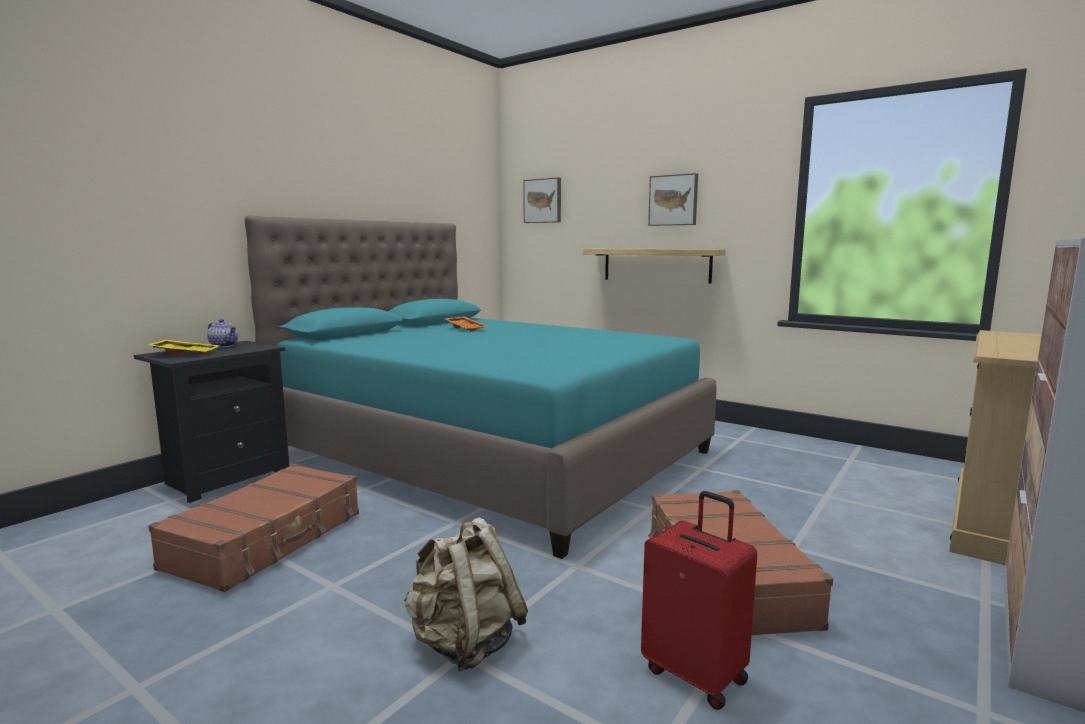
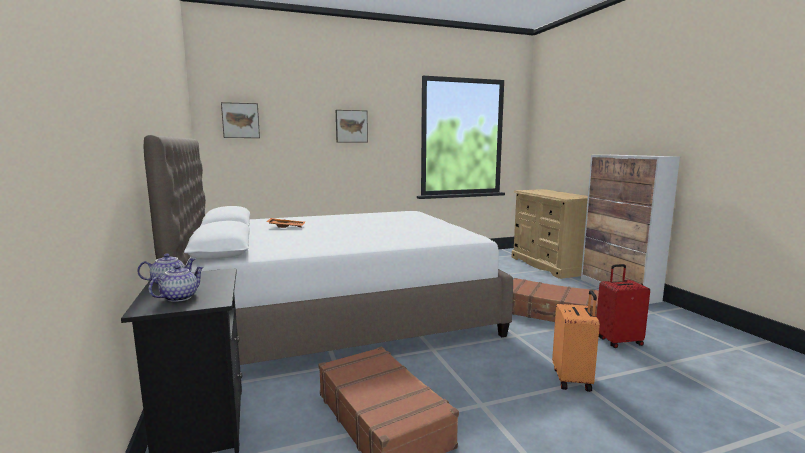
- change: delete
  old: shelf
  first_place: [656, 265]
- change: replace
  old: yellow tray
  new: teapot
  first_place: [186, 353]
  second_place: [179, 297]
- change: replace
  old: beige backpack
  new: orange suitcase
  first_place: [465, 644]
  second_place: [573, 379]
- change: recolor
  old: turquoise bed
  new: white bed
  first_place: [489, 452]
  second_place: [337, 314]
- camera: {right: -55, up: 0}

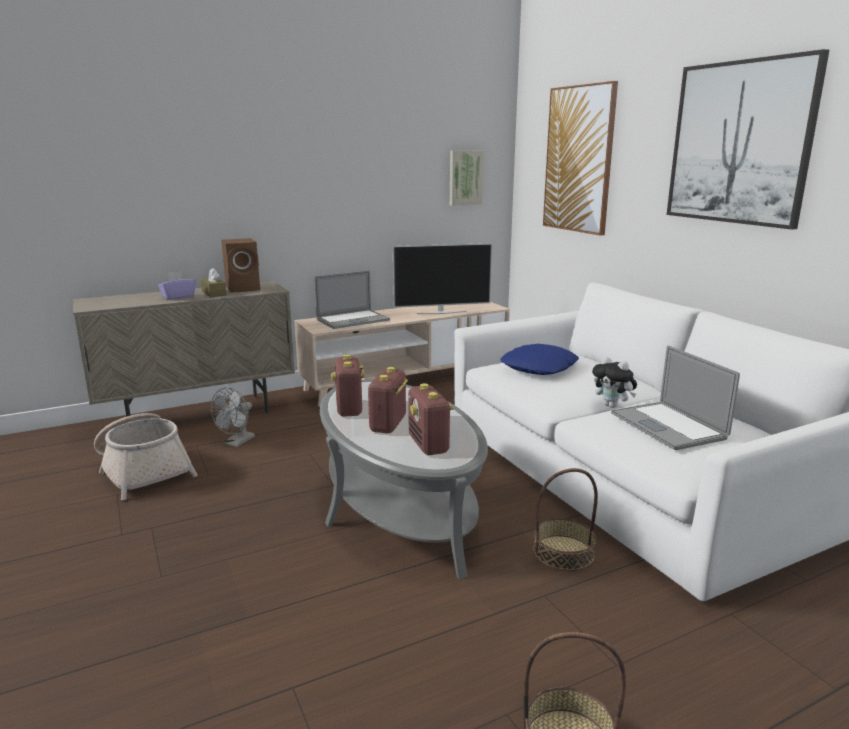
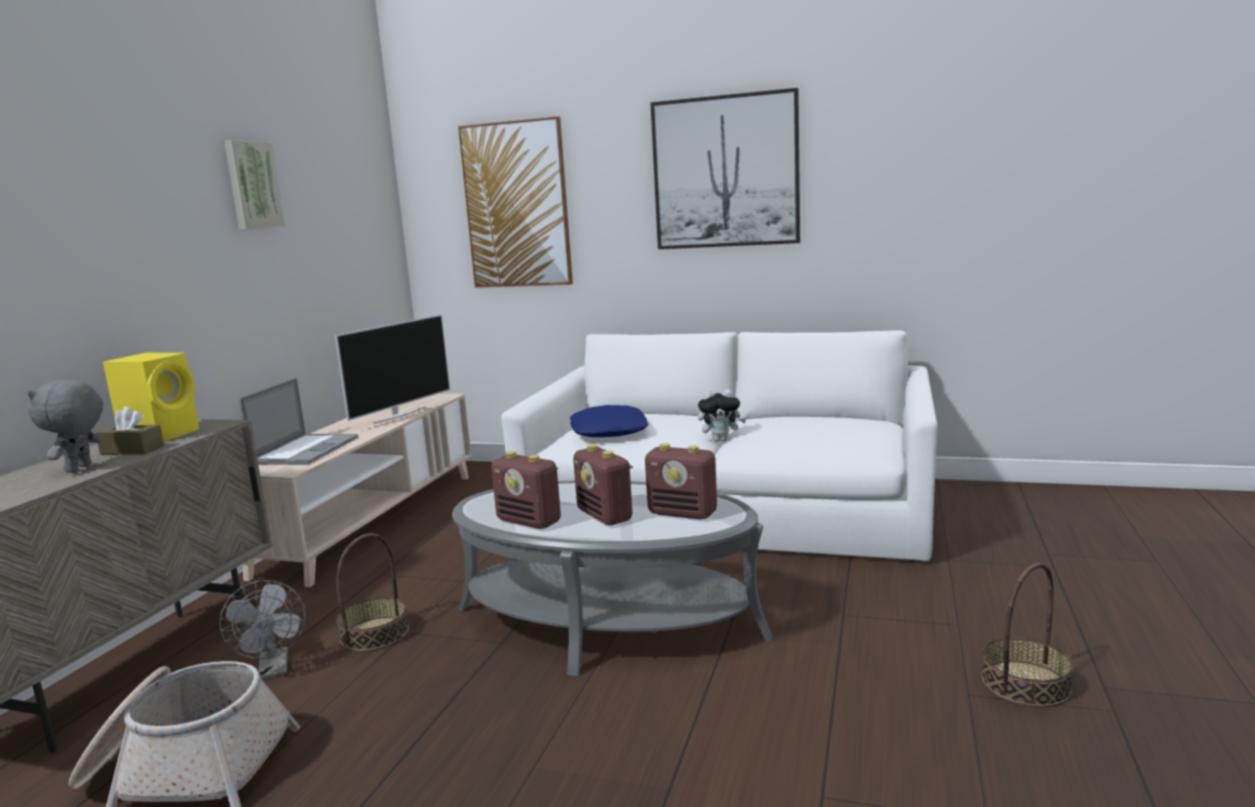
- change: delete
  old: laptop
  first_place: [667, 426]
- change: move
  old: picture
  first_place: [465, 177]
  second_place: [252, 185]
- change: move
  old: basket
  first_place: [563, 552]
  second_place: [375, 634]
- change: replace
  old: purple tissue box
  new: grey plush toy
  first_place: [178, 297]
  second_place: [80, 469]
- change: recolor
  old: brown speaker
  new: yellow speaker
  first_place: [244, 288]
  second_place: [163, 434]
- camera: {right: -45, up: -5}

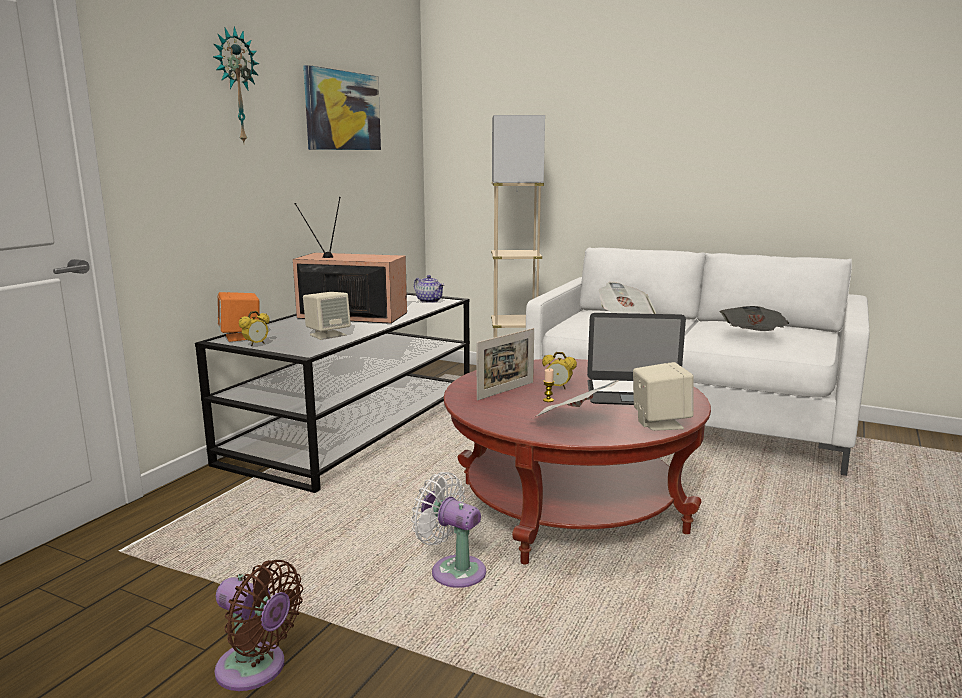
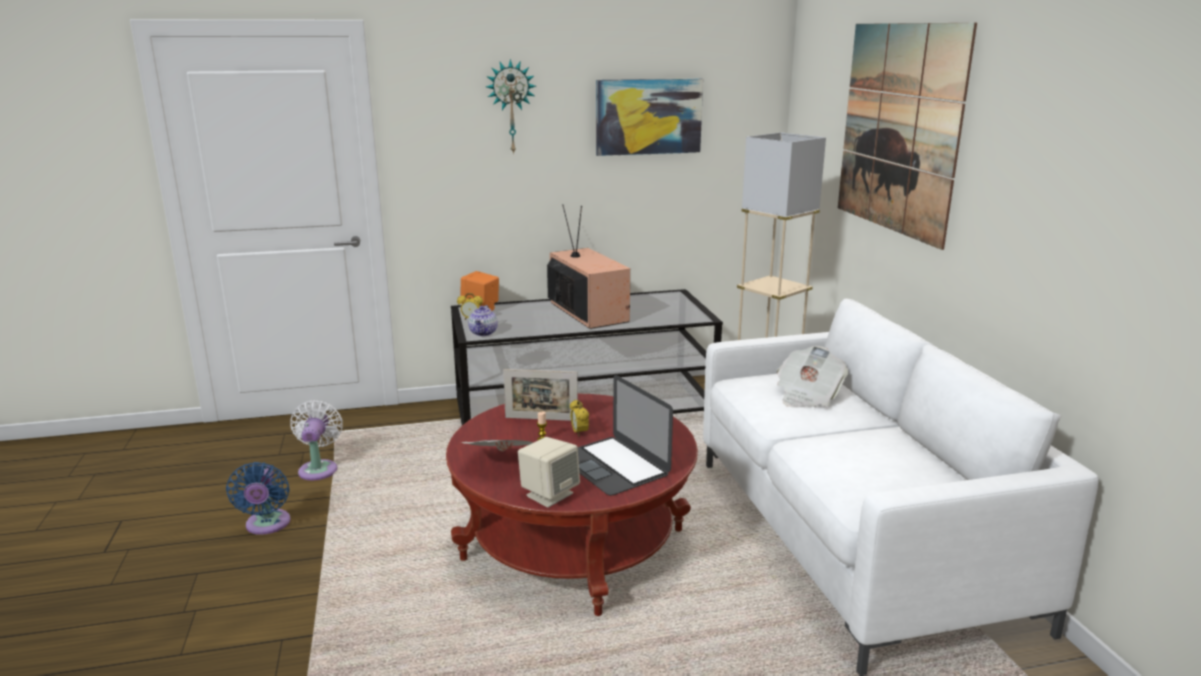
- change: delete
  old: beige speaker
  first_place: [328, 335]
- change: delete
  old: newspaper
  first_place: [752, 337]
- change: insert
  new: picture
  second_place: [899, 129]
- change: move
  old: white fan
  first_place: [453, 570]
  second_place: [319, 468]
- change: move
  old: teapot
  first_place: [429, 301]
  second_place: [483, 333]
- change: recolor
  old: brown fan
  new: blue fan
  first_place: [256, 670]
  second_place: [267, 525]
- camera: {right: 50, up: 5}

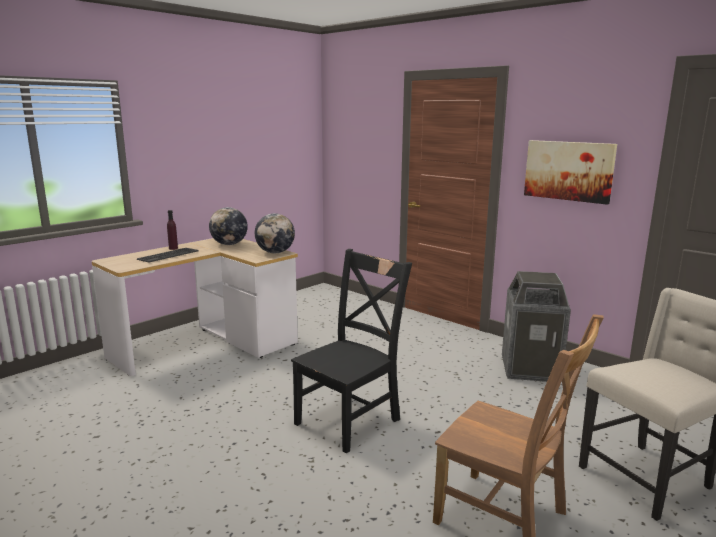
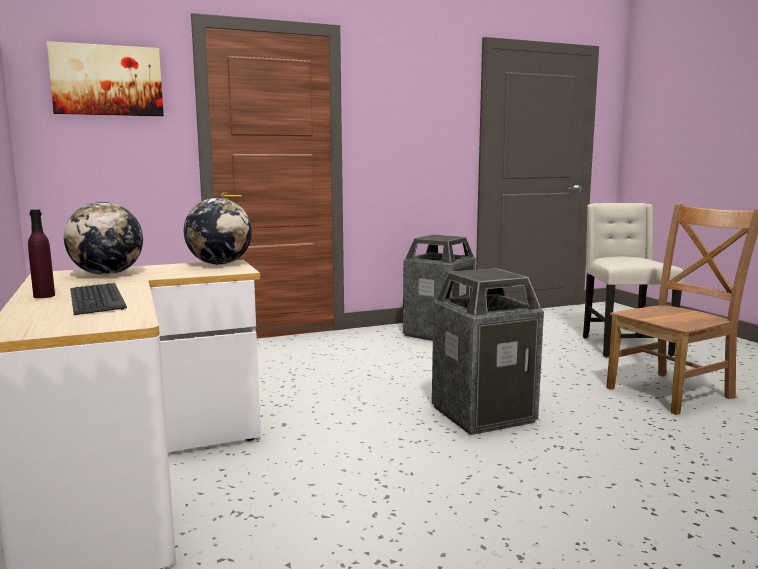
- change: move
  old: picture
  first_place: [568, 170]
  second_place: [107, 80]
- change: replace
  old: black chair
  new: trash can
  first_place: [350, 420]
  second_place: [483, 414]
- camera: {right: -65, up: -5}

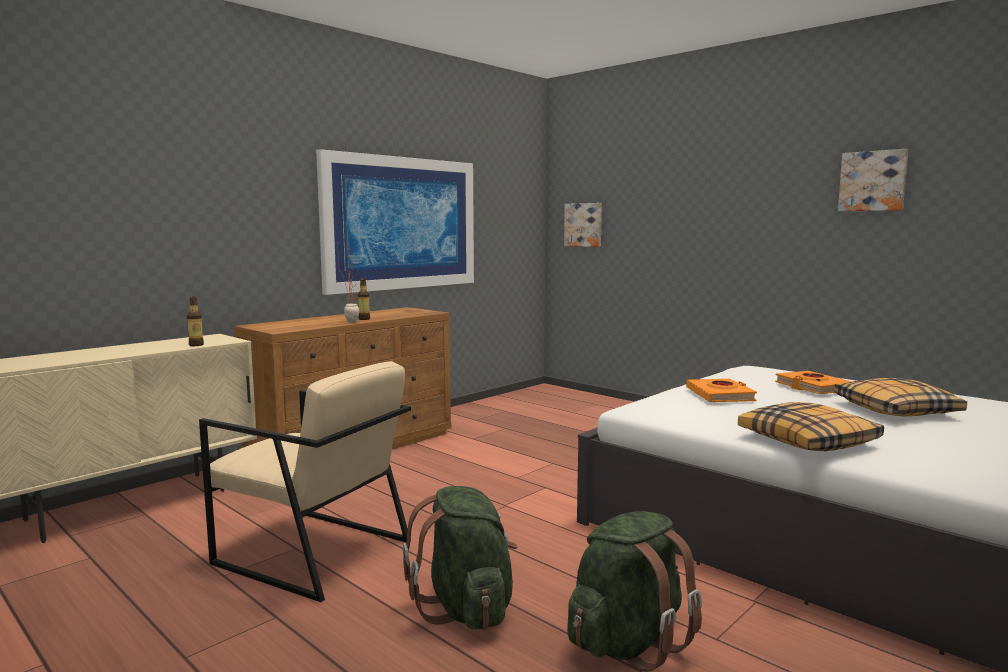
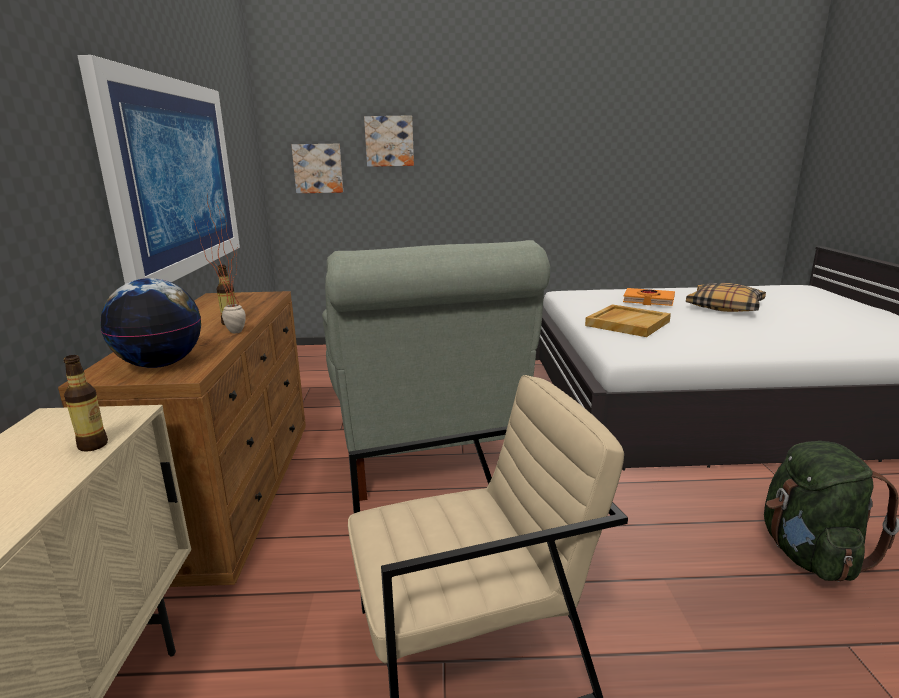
- change: delete
  old: green backpack
  first_place: [466, 608]
- change: delete
  old: pillow
  first_place: [808, 442]
- change: insert
  new: globe
  second_place: [161, 364]
- change: insert
  new: grey armchair
  second_place: [426, 452]
- change: move
  old: picture
  first_place: [873, 181]
  second_place: [389, 141]
- change: replace
  old: orange book
  new: beige tray
  first_place: [720, 395]
  second_place: [627, 323]
- camera: {right: -45, up: 10}

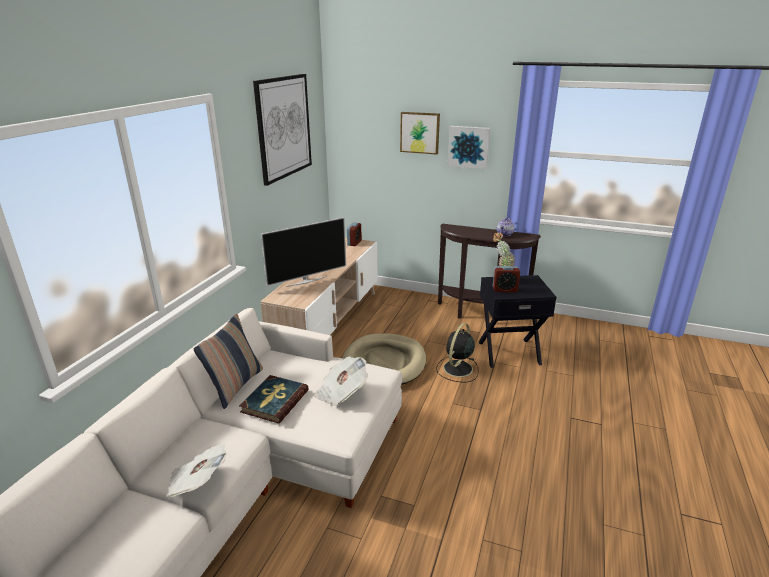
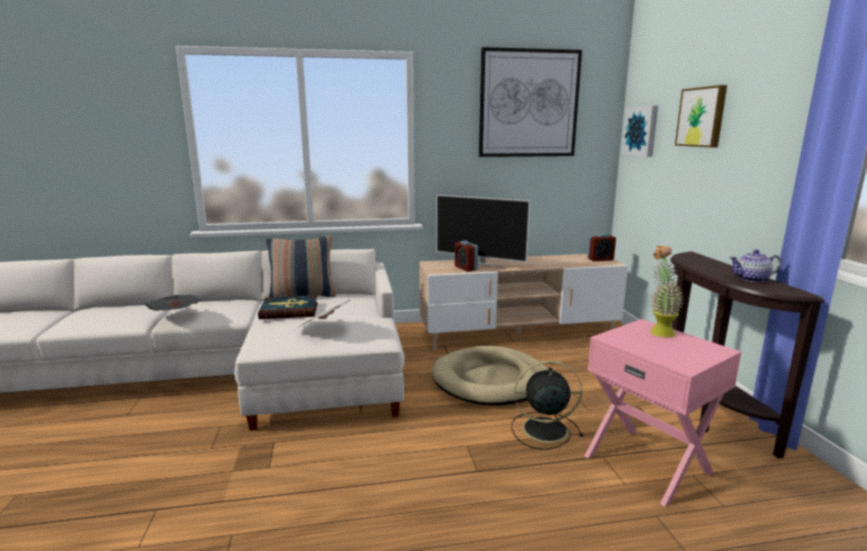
- change: move
  old: picture
  first_place: [468, 147]
  second_place: [641, 131]
- change: move
  old: alarm clock
  first_place: [505, 290]
  second_place: [466, 268]
- change: recolor
  old: black side table
  new: pink side table
  first_place: [508, 352]
  second_place: [648, 463]
- camera: {right: 60, up: -10}

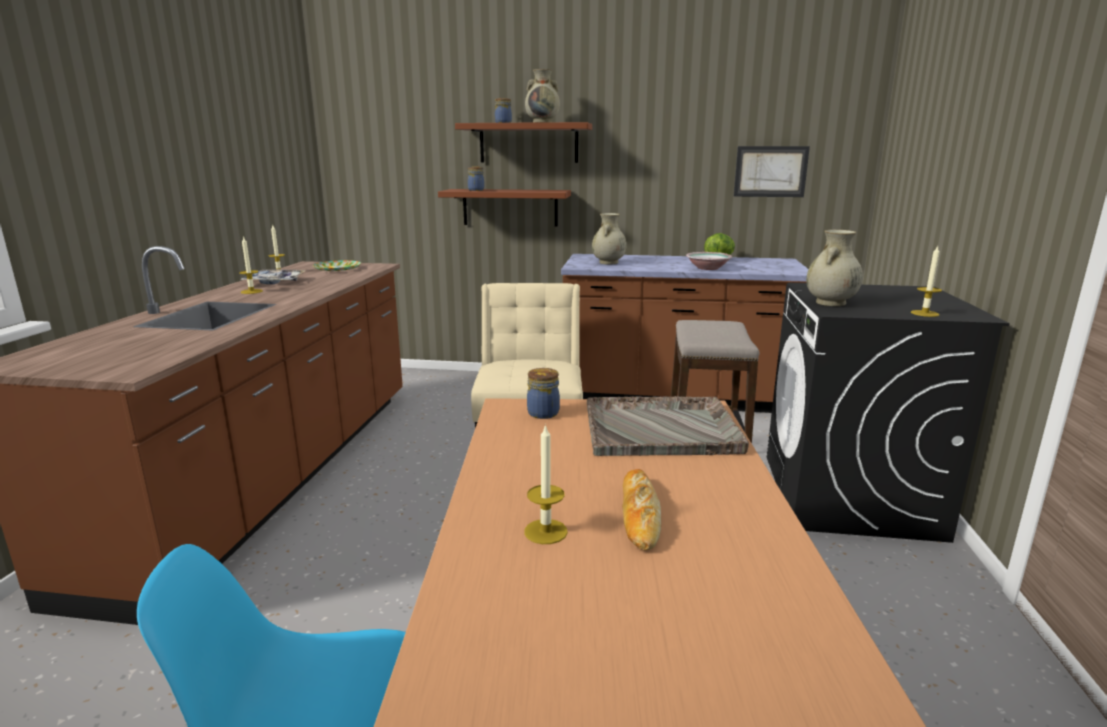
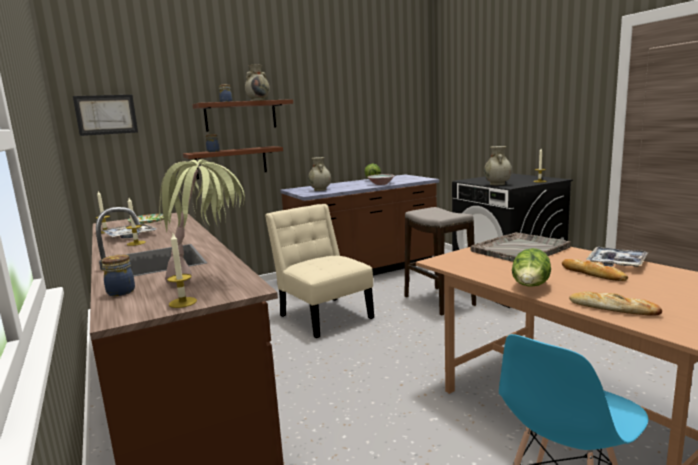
- change: insert
  new: potted plant
  second_place: [209, 280]
- change: insert
  new: lettuce
  second_place: [530, 287]
- change: insert
  new: bread
  second_place: [613, 308]
- change: insert
  new: tray
  second_place: [616, 263]
- change: move
  old: candle
  first_place: [545, 531]
  second_place: [183, 302]
- change: move
  old: jar
  first_place: [543, 412]
  second_place: [121, 291]
- change: move
  old: picture
  first_place: [770, 171]
  second_place: [106, 114]
- camera: {right: -35, up: -5}

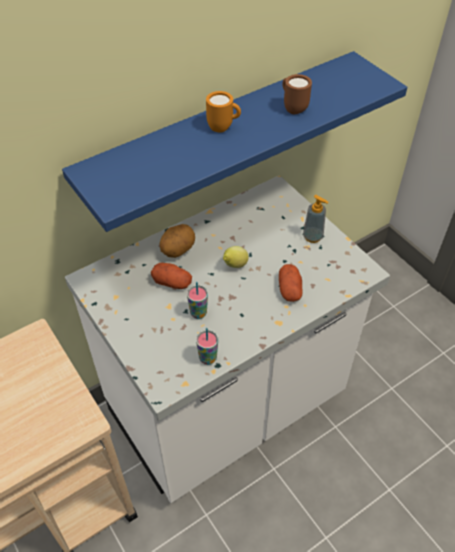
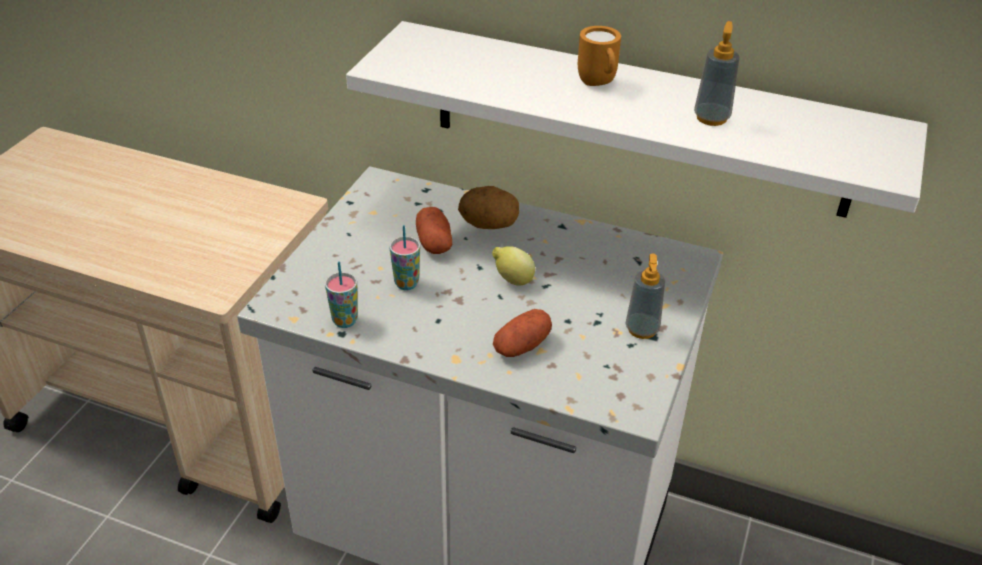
- change: replace
  old: brown mug
  new: soap dispenser
  first_place: [293, 108]
  second_place: [711, 118]
- change: recolor
  old: blue shelf
  new: white shelf
  first_place: [222, 135]
  second_place: [639, 119]
- camera: {right: 55, up: -10}

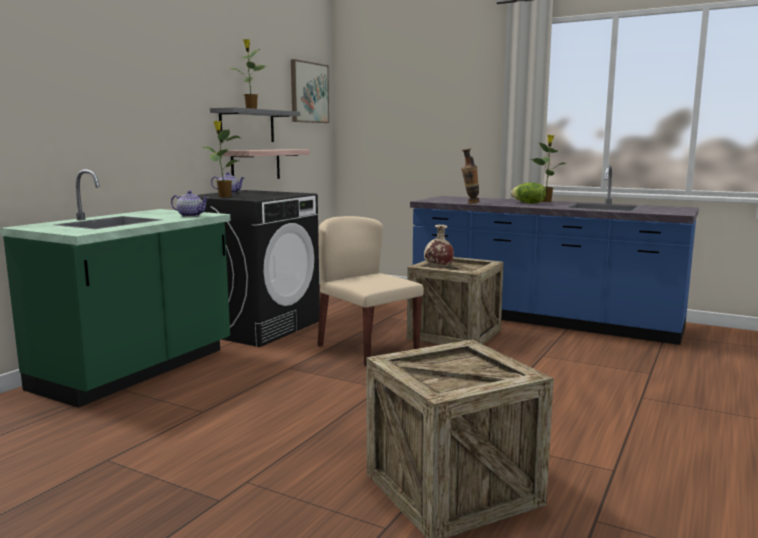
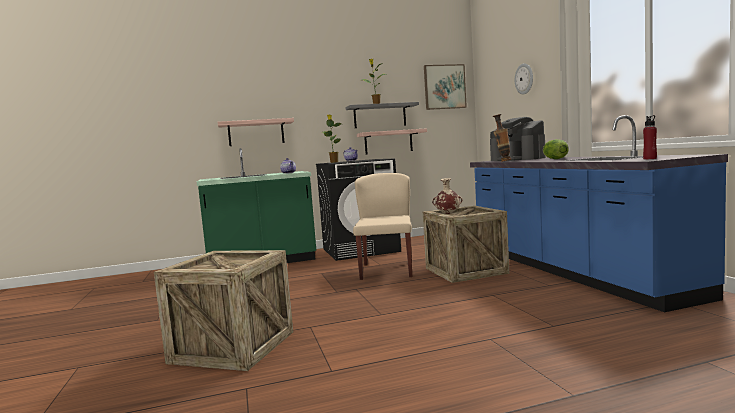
- change: delete
  old: potted plant
  first_place: [546, 201]
- change: insert
  new: shelf
  second_place: [256, 133]
- change: insert
  new: coffee machine
  second_place: [518, 159]
- change: insert
  new: wall clock
  second_place: [524, 79]
- change: insert
  new: red bottle
  second_place: [650, 159]
- camera: {right: 45, up: -5}

